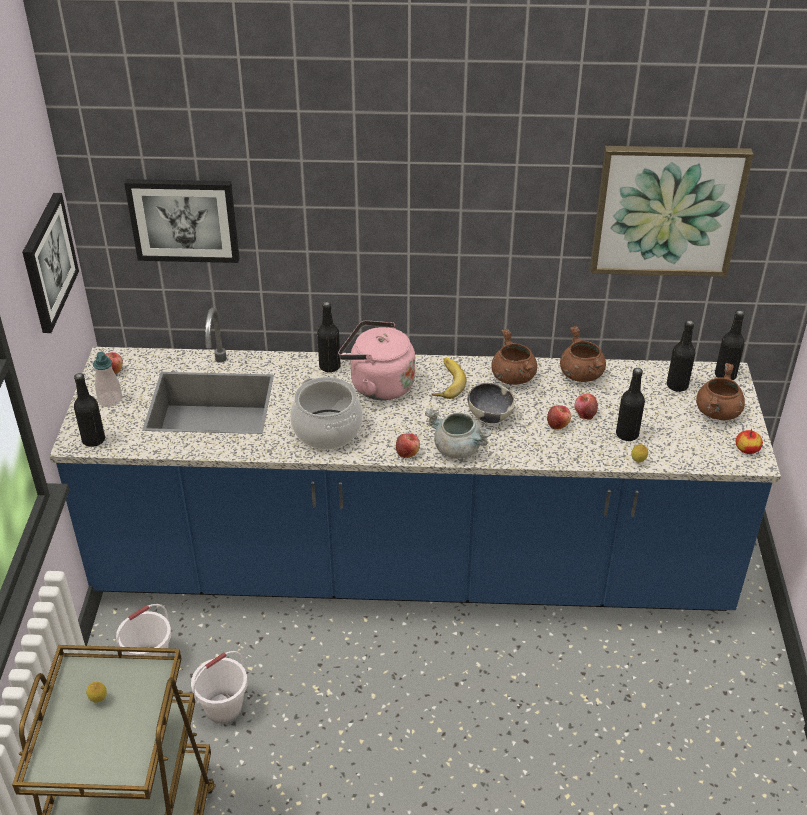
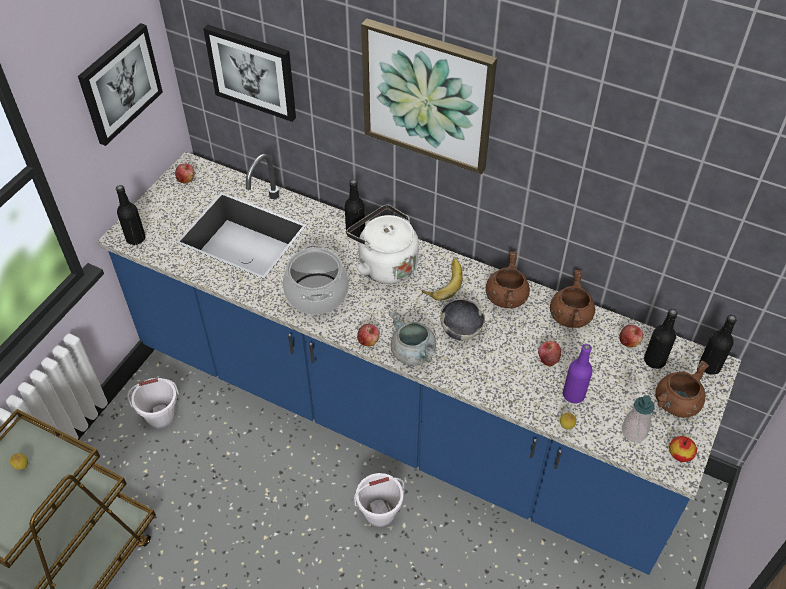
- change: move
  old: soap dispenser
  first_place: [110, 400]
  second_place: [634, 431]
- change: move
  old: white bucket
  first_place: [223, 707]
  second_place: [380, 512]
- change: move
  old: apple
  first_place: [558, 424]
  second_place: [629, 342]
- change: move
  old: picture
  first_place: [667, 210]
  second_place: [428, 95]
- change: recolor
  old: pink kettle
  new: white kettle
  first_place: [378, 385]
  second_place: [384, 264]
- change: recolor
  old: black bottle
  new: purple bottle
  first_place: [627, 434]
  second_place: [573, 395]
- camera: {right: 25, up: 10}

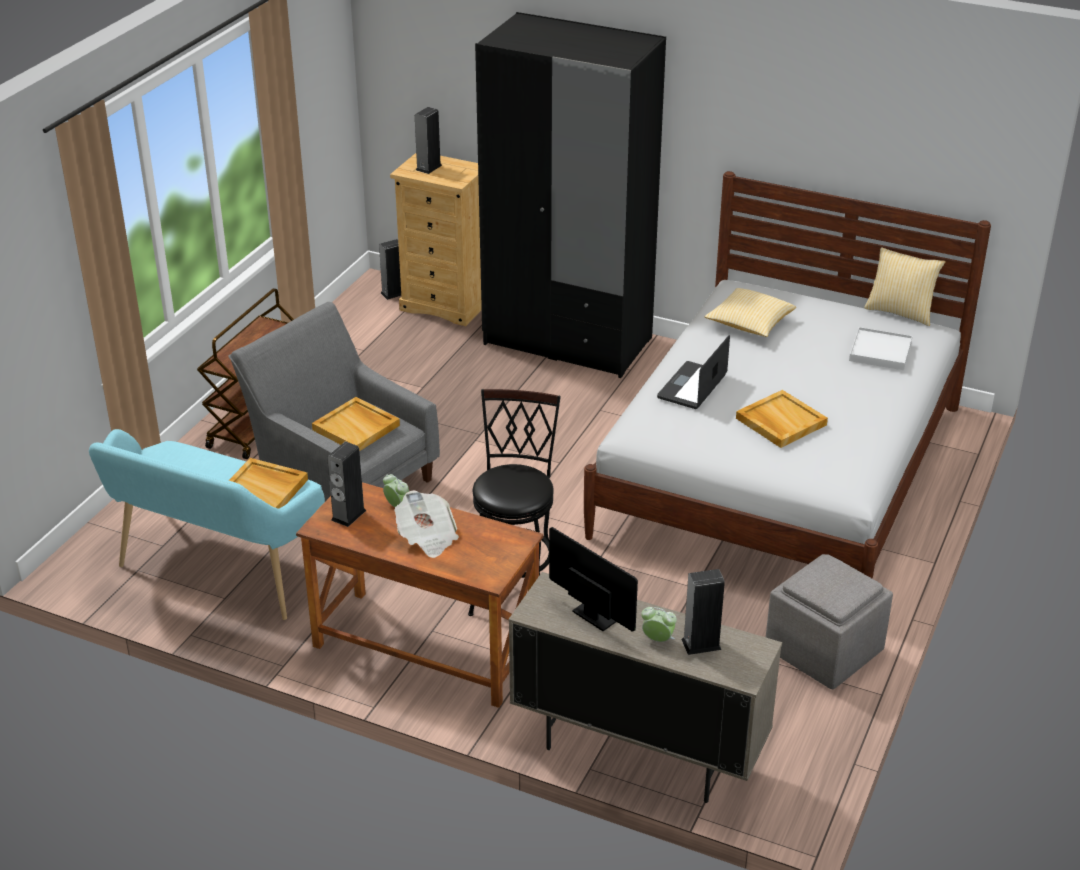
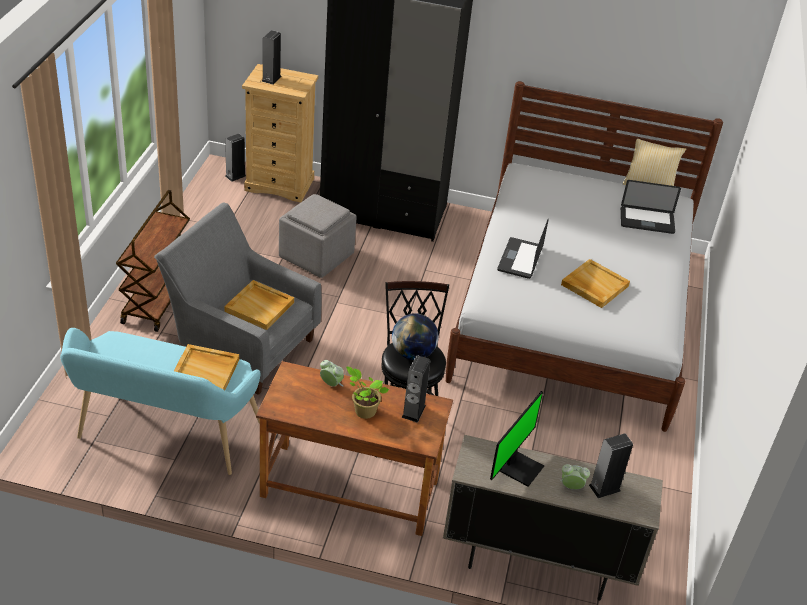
- change: delete
  old: pillow
  first_place: [749, 324]
- change: insert
  new: globe
  second_place: [413, 353]
- change: move
  old: speaker
  first_place: [348, 515]
  second_place: [413, 411]
- change: move
  old: grey ottoman
  first_place: [825, 651]
  second_place: [317, 256]
- change: replace
  old: newspaper
  new: potted plant
  first_place: [427, 537]
  second_place: [363, 411]
- change: replace
  old: white tray
  new: laptop
  first_place: [880, 351]
  second_place: [647, 221]
- change: rotate
  old: monitor
  first_place: [599, 613]
  second_place: [520, 468]
  degrees: 90
- camera: {right: -15, up: 5}

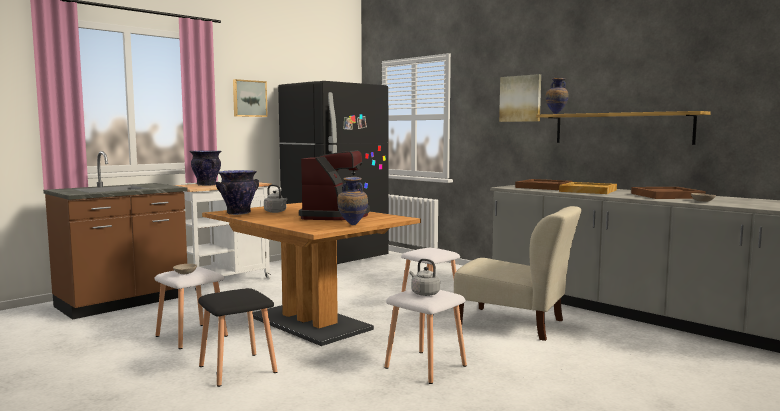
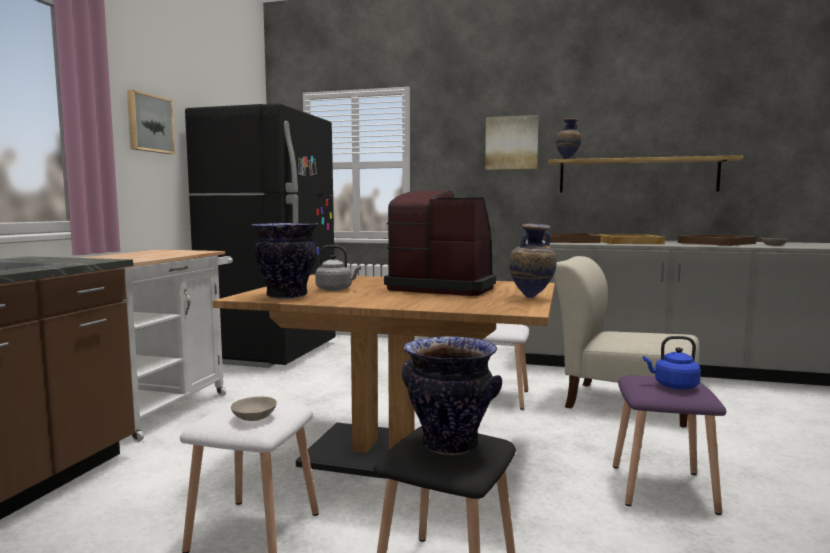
- change: move
  old: vase
  first_place: [207, 185]
  second_place: [450, 444]
- change: recolor
  old: white stool
  new: purple stool
  first_place: [425, 367]
  second_place: [664, 489]
- change: recolor
  old: grey kettle
  new: blue kettle
  first_place: [424, 293]
  second_place: [673, 386]
- change: rotate
  old: coffee machine
  first_place: [335, 215]
  second_place: [443, 288]
  degrees: -45
- change: rotate
  old: beige chair
  first_place: [515, 324]
  second_place: [622, 403]
  degrees: -150
- camera: {right: -30, up: 0}

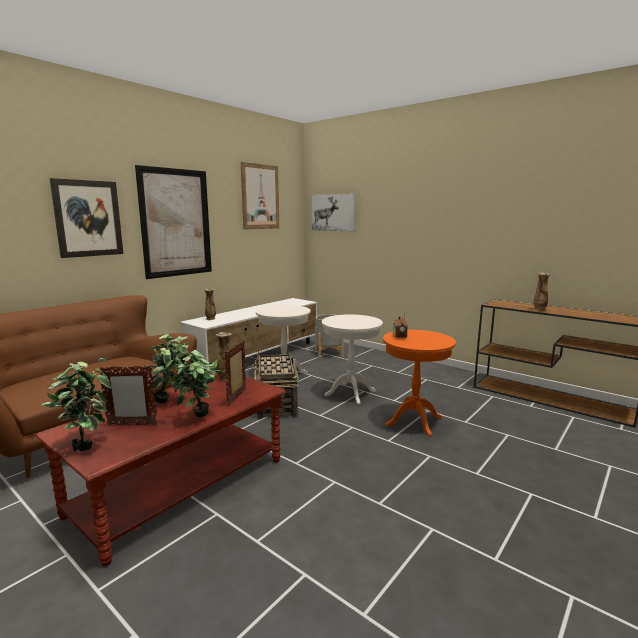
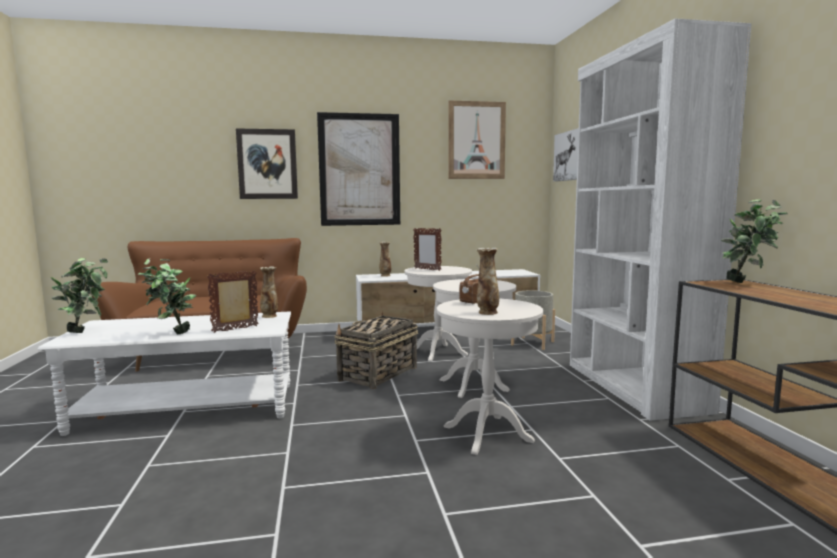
- change: insert
  new: white bookcase
  second_place: [633, 387]
- change: move
  old: picture frame
  first_place: [132, 425]
  second_place: [427, 269]
- change: move
  old: potted plant
  first_place: [171, 401]
  second_place: [747, 283]
- change: move
  old: vase
  first_place: [539, 309]
  second_place: [487, 313]
- change: recolor
  old: brown coffee table
  new: white coffee table
  first_place: [181, 486]
  second_place: [188, 408]
- change: recolor
  old: orange side table
  new: white side table
  first_place: [414, 421]
  second_place: [487, 434]
- camera: {right: 40, up: -5}

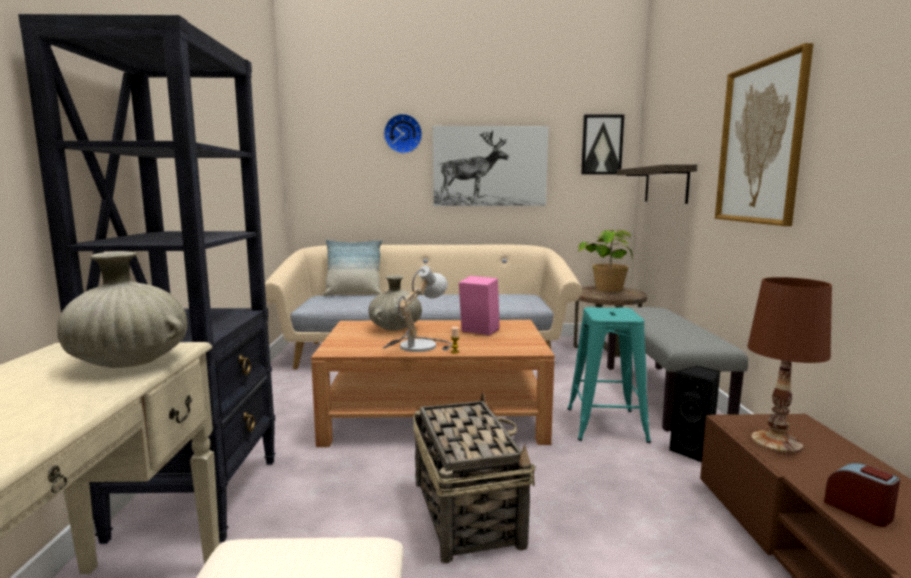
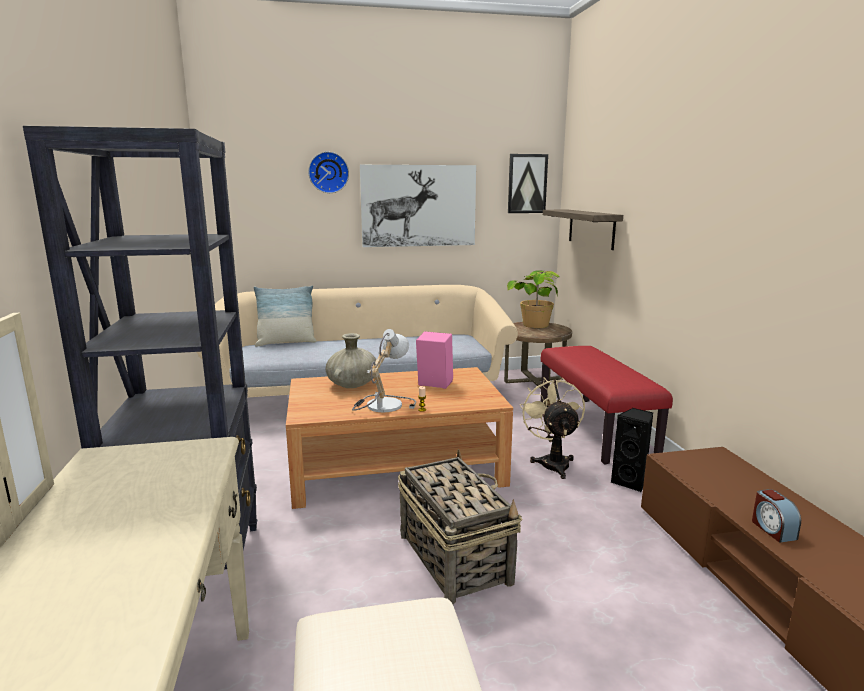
- change: delete
  old: beige vase
  first_place: [129, 363]
- change: delete
  old: picture
  first_place: [760, 143]
- change: delete
  old: brown table lamp
  first_place: [777, 442]
- change: replace
  old: turquoise stool
  new: beige fan
  first_place: [606, 424]
  second_place: [552, 462]
- change: recolor
  old: grey bench
  new: red bench
  first_place: [663, 395]
  second_place: [595, 428]
- change: rotate
  old: alarm clock
  first_place: [858, 510]
  second_place: [772, 529]
  degrees: -150
- camera: {right: -10, up: 5}

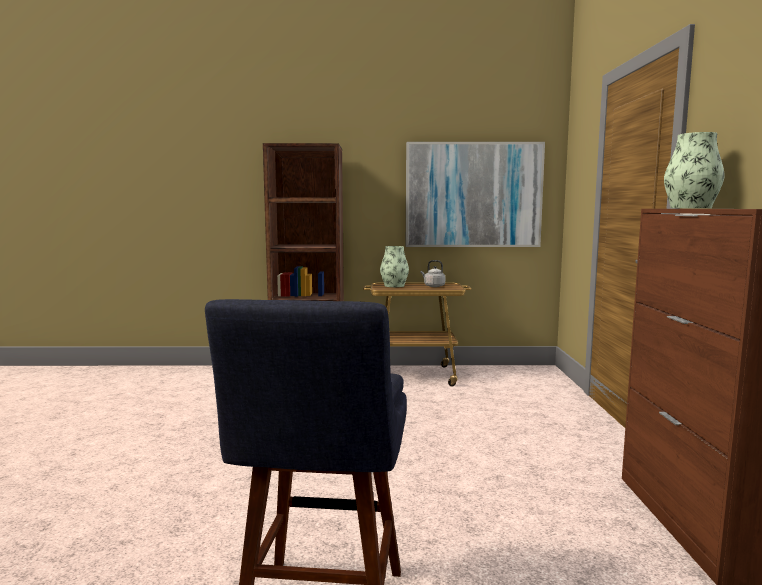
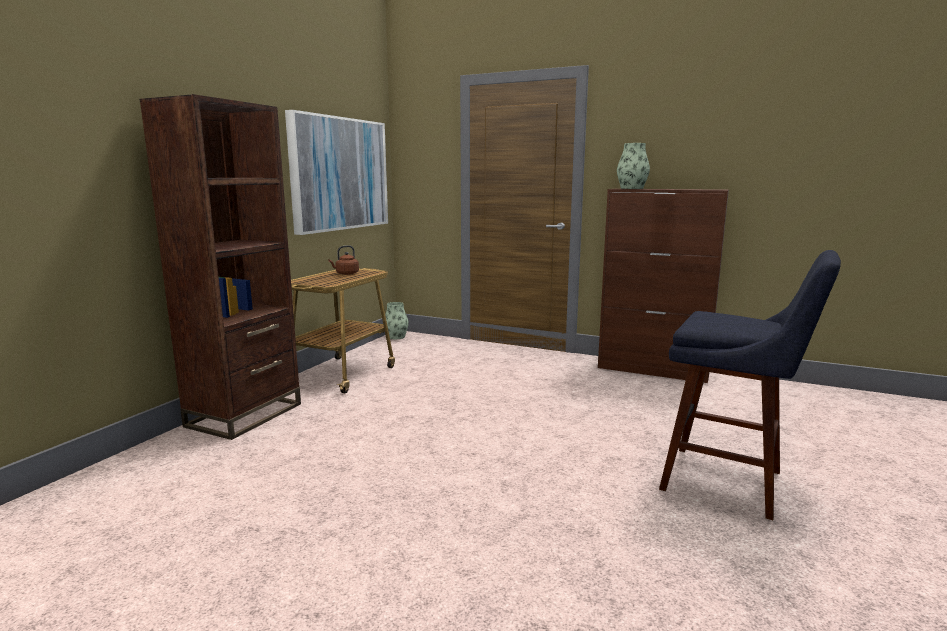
- change: move
  old: vase
  first_place: [394, 285]
  second_place: [396, 337]
- change: recolor
  old: grey kettle
  new: brown kettle
  first_place: [433, 286]
  second_place: [346, 274]
- camera: {right: -65, up: 5}

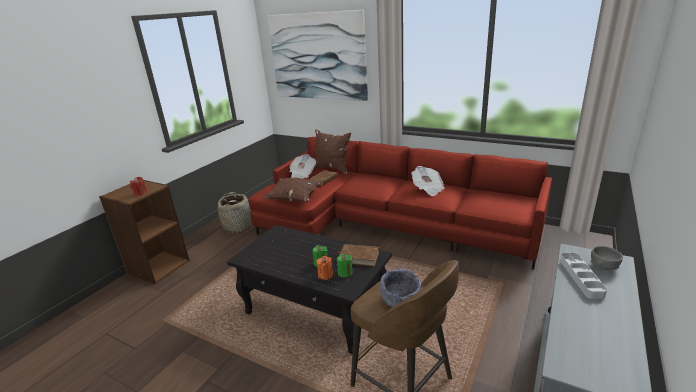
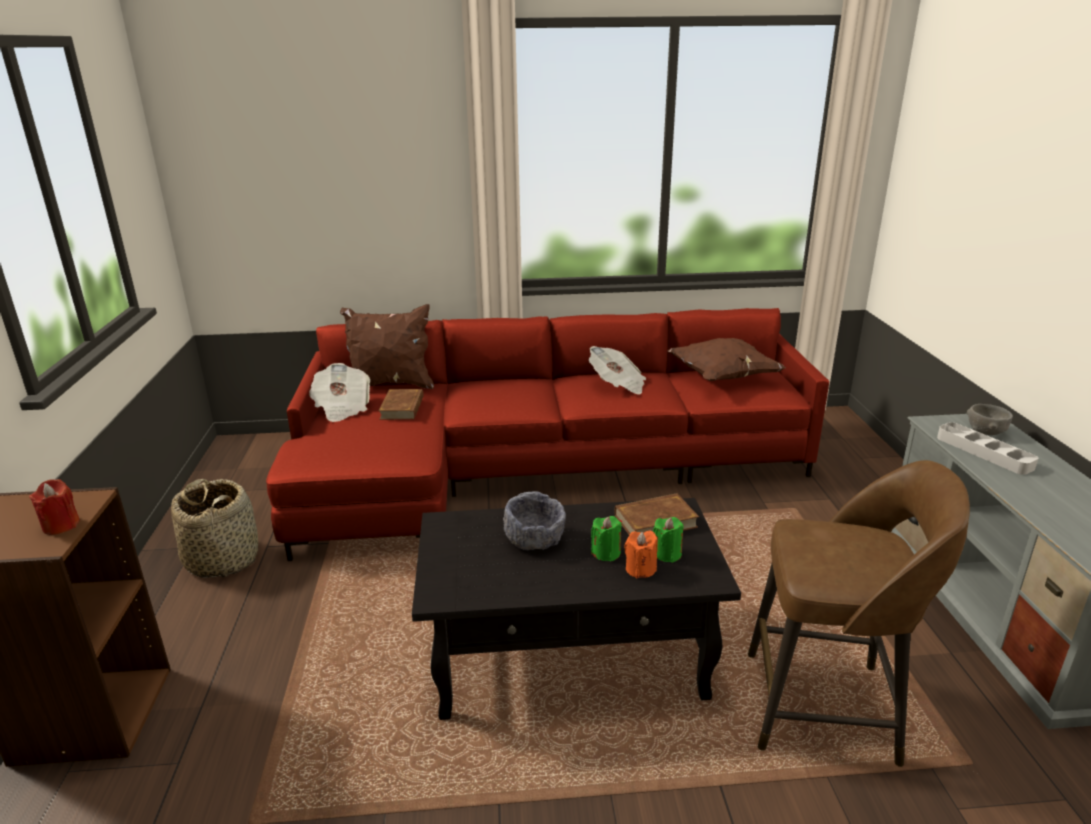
- change: delete
  old: picture
  first_place: [317, 57]
- change: move
  old: brown pillow
  first_place: [294, 199]
  second_place: [722, 377]
- change: move
  old: grey bowl
  first_place: [400, 300]
  second_place: [534, 538]
- camera: {right: -35, up: 0}

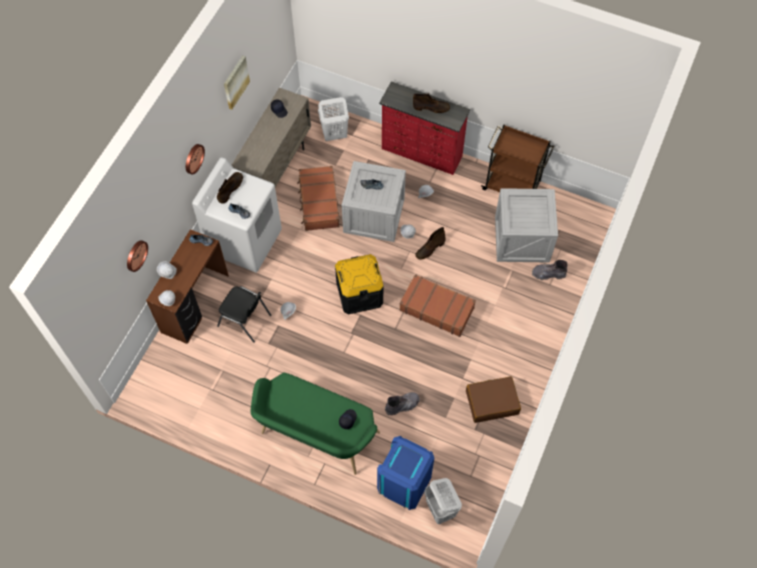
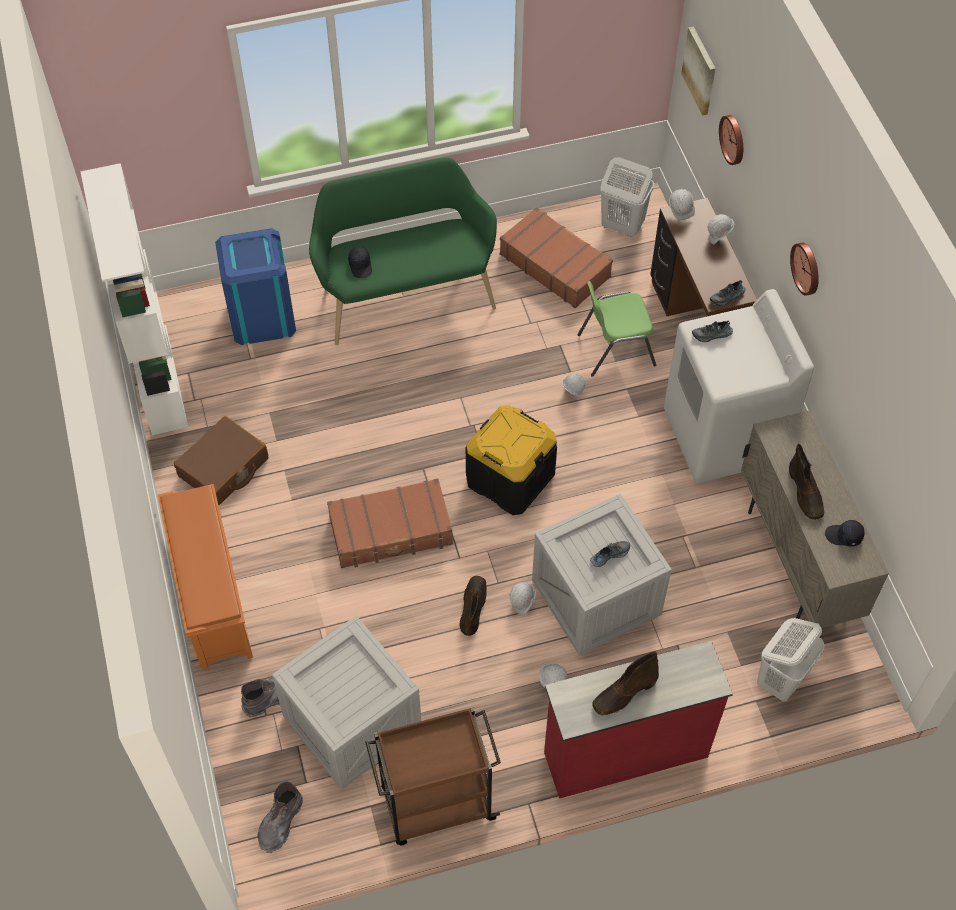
- change: insert
  new: white bookcase
  second_place: [158, 379]
- change: insert
  new: orange shoe rack
  second_place: [212, 598]
- change: move
  old: brown boot
  first_place: [230, 188]
  second_place: [805, 493]
- change: move
  old: picture
  first_place: [235, 82]
  second_place: [700, 70]
- change: move
  old: brown suitcase
  first_place: [318, 202]
  second_place: [555, 265]
- change: move
  old: grey boot
  first_place: [402, 405]
  second_place: [280, 823]
- change: move
  old: white laundry basket
  first_place: [441, 510]
  second_place: [622, 226]
- change: recolor
  old: black chair
  new: green chair
  first_place: [245, 321]
  second_place: [614, 349]
- camera: {right: 140, up: -5}

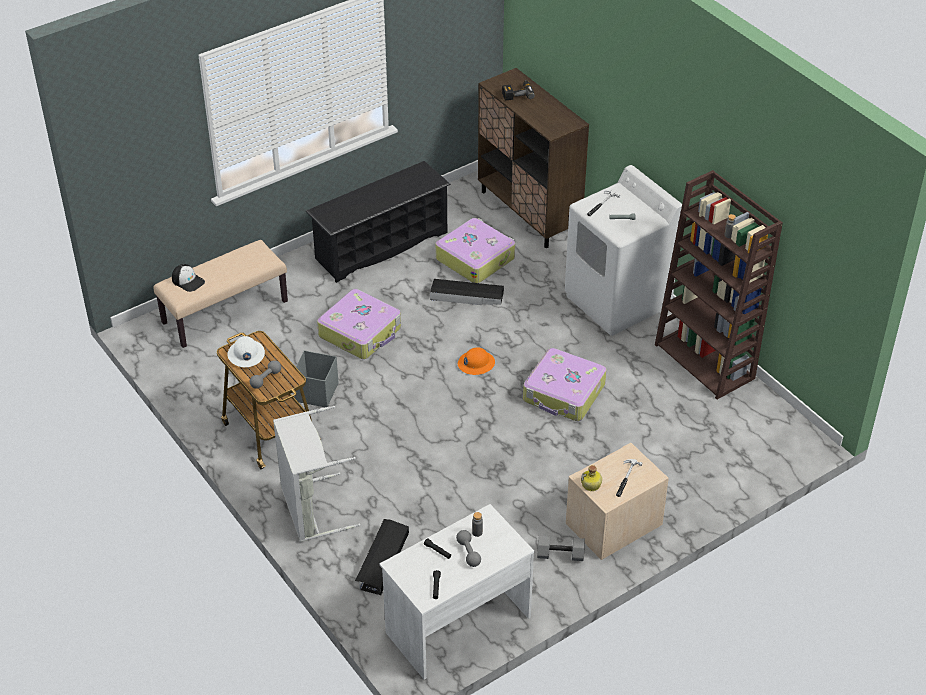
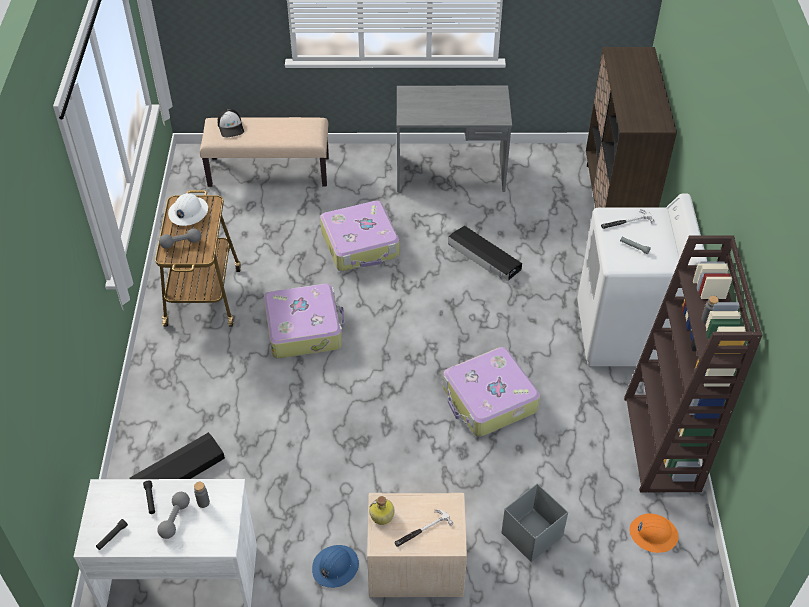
- change: delete
  old: grey laundry basket
  first_place: [310, 510]
- change: delete
  old: power drill
  first_place: [517, 93]
- change: move
  old: grey storage box
  first_place: [316, 393]
  second_place: [531, 535]
- change: move
  old: suitcase
  first_place: [475, 258]
  second_place: [304, 328]
- change: move
  old: orange hard hat
  first_place: [476, 363]
  second_place: [653, 533]
- change: replace
  old: black shoe rack
  new: grey desk
  first_place: [381, 246]
  second_place: [450, 174]
- change: replace
  old: grey dumbbell
  new: blue hard hat
  first_place: [559, 555]
  second_place: [335, 566]
- camera: {right: 35, up: 5}

